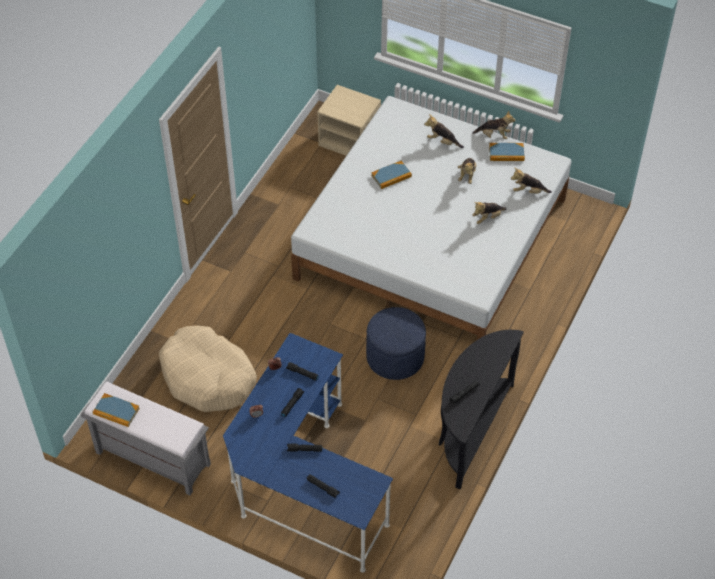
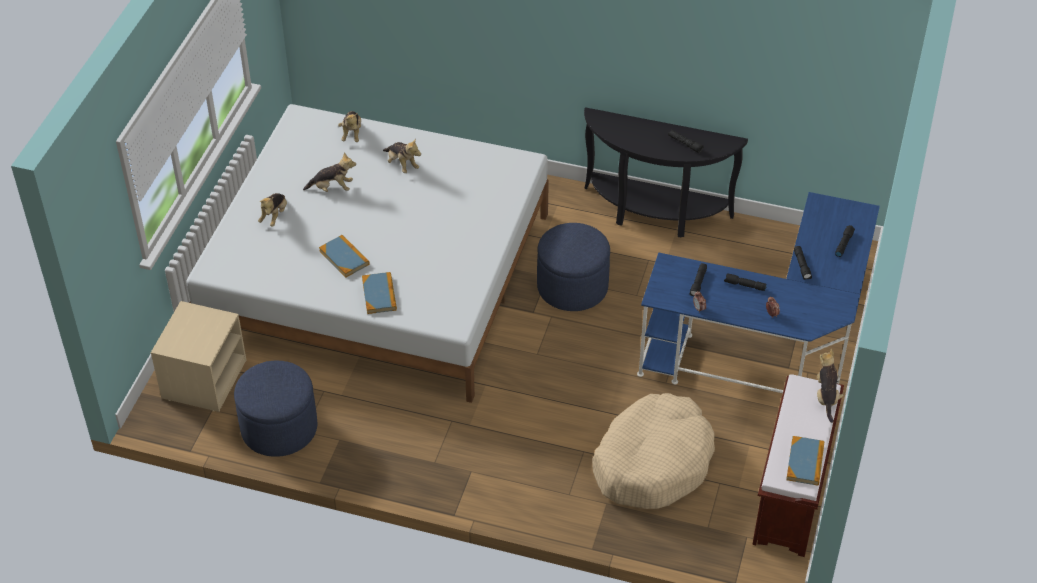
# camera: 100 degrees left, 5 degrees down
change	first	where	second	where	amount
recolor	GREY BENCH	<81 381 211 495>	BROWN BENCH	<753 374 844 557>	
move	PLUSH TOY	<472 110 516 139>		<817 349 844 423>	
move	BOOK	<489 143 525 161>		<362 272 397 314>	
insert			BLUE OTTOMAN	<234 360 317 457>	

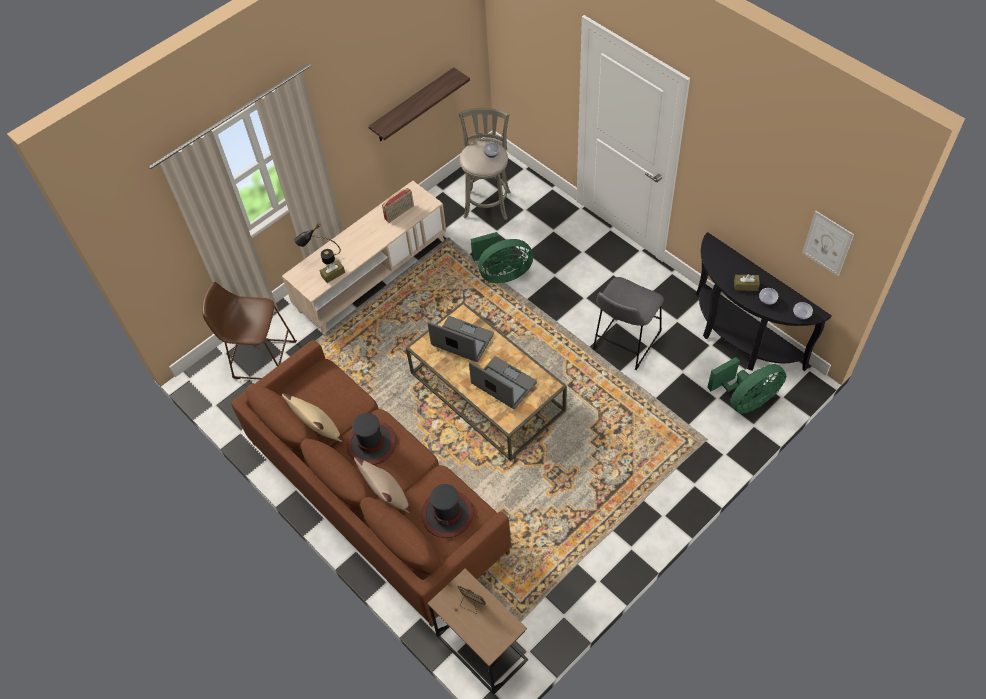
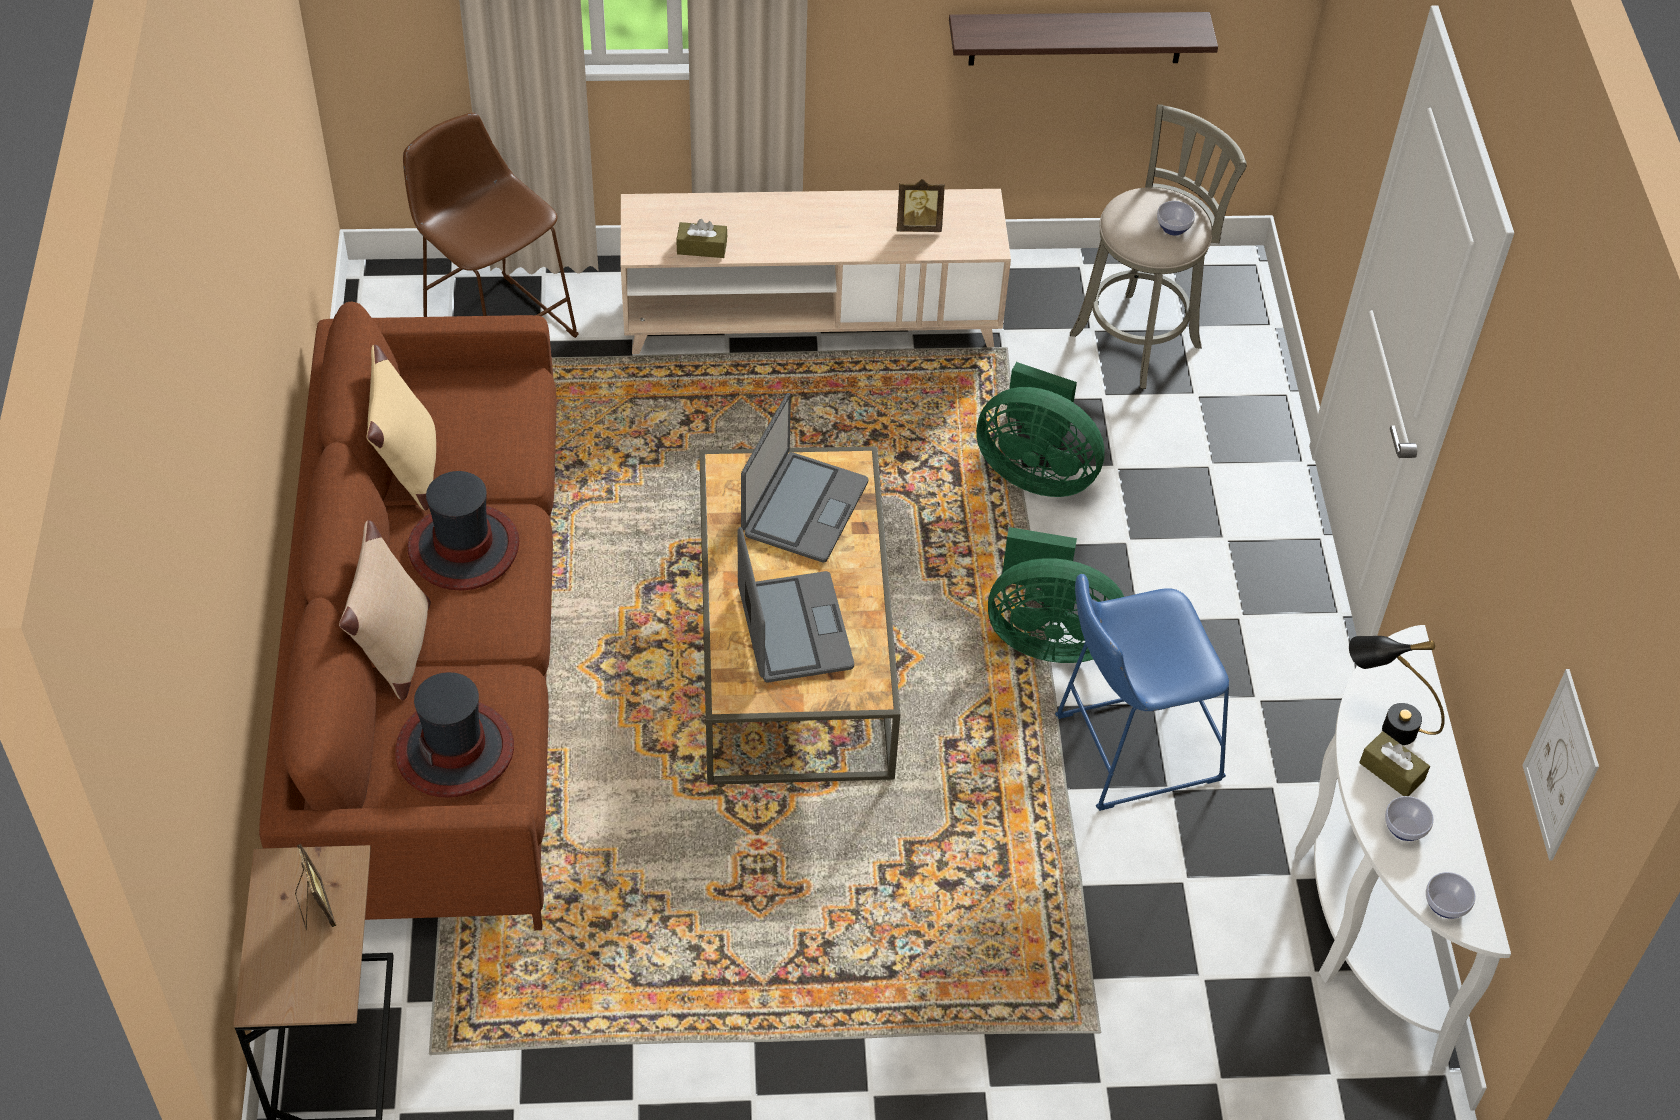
# camera: 35 degrees right, 5 degrees down
change	first	where	second	where	amount
move	BLACK TABLE LAMP	<294 223 341 264>		<1349 636 1445 745>	
replace	RADIO	<382 188 414 223>	PICTURE FRAME	<897 179 945 232>	
rotate	LAPTOP	<427 316 494 362>		<741 393 868 562>	45 degrees clockwise
recolor	GREY STOOL	<593 277 664 370>	BLUE STOOL	<1055 574 1229 811>	
recolor	BLACK CONSOLE TABLE	<696 232 832 371>	WHITE CONSOLE TABLE	<1295 625 1511 1067>	
move	GREEN FAN	<707 357 786 413>		<988 527 1124 663>	

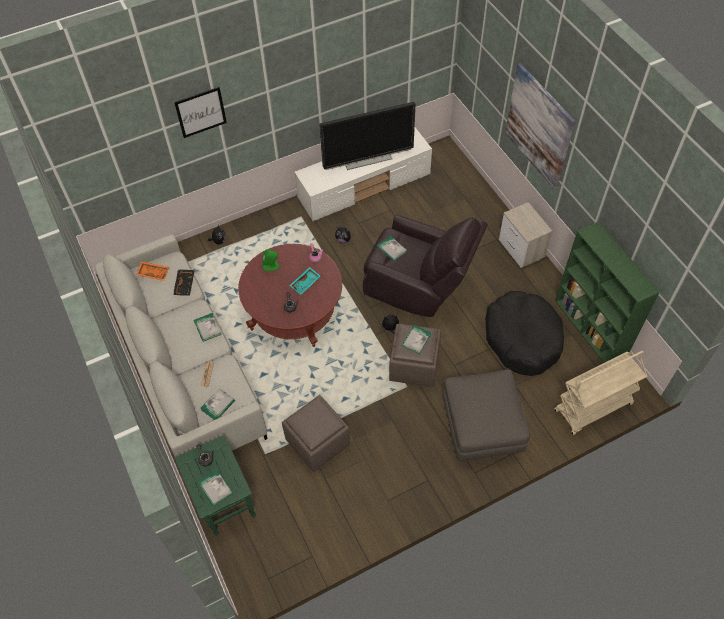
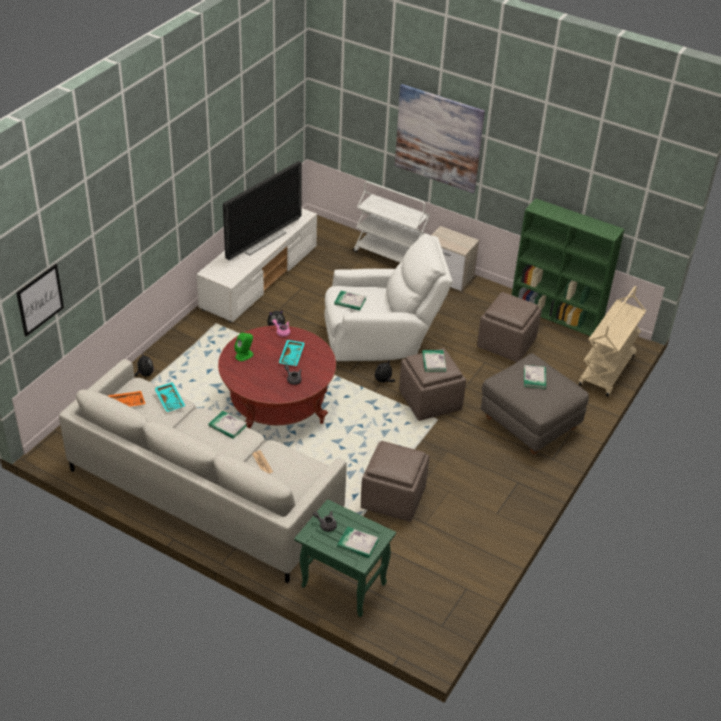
# camera: 35 degrees left, 15 degrees down
change	first	where	second	where	amount
recolor	BLACK TRAY	<173 269 195 296>	TURQUOISE TRAY	<154 382 185 412>	
move	PICTURE	<174 87 227 138>		<16 264 64 337>	
move	BOOK	<200 388 235 420>		<524 365 546 389>	
recolor	BROWN ARMCHAIR	<363 215 488 317>	WHITE ARMCHAIR	<324 234 453 361>	
replace	BLACK DOG BED	<485 291 564 376>	BROWN OTTOMAN	<477 292 542 362>	
insert			WHITE CART	<353 181 430 263>	

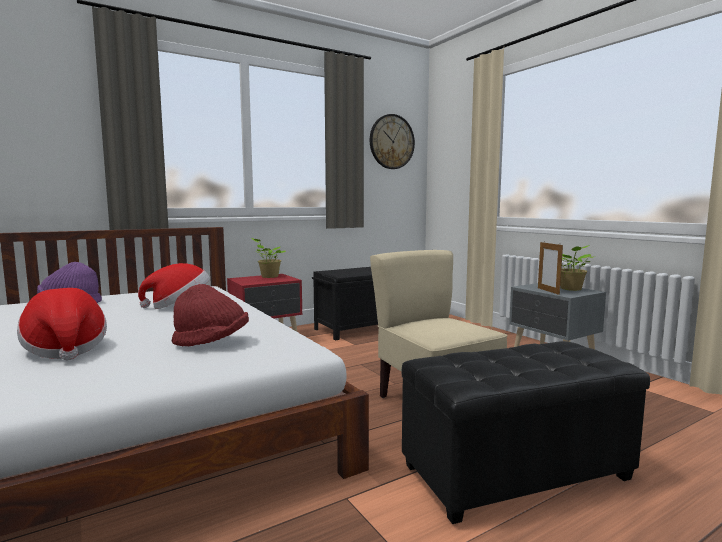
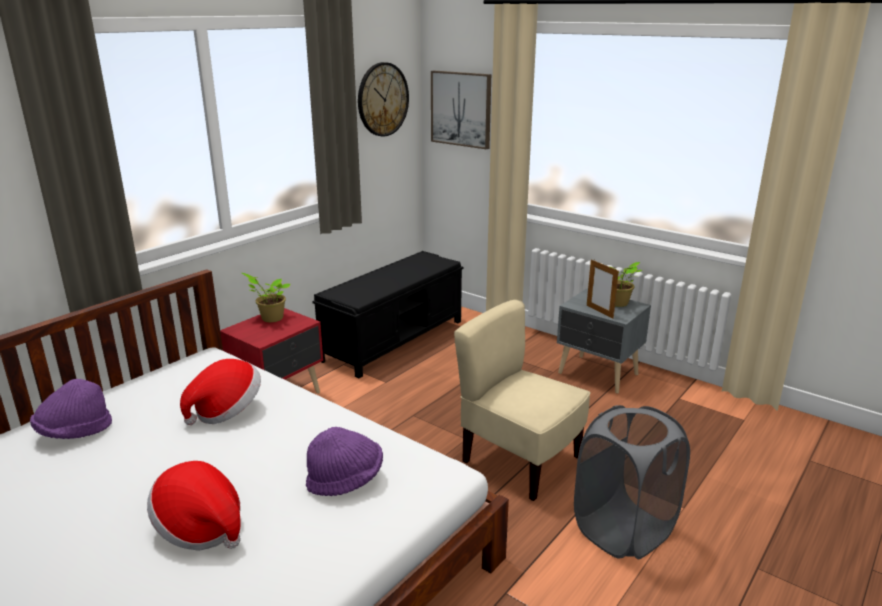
# camera: 20 degrees left, 15 degrees up
change	first	where	second	where	amount
recolor	RED HAT	<172 284 249 346>	PURPLE HAT	<306 427 383 496>	
replace	BLACK OTTOMAN	<402 341 650 524>	GREY LAUNDRY BASKET	<574 405 690 559>	
insert			PICTURE	<431 71 491 149>	

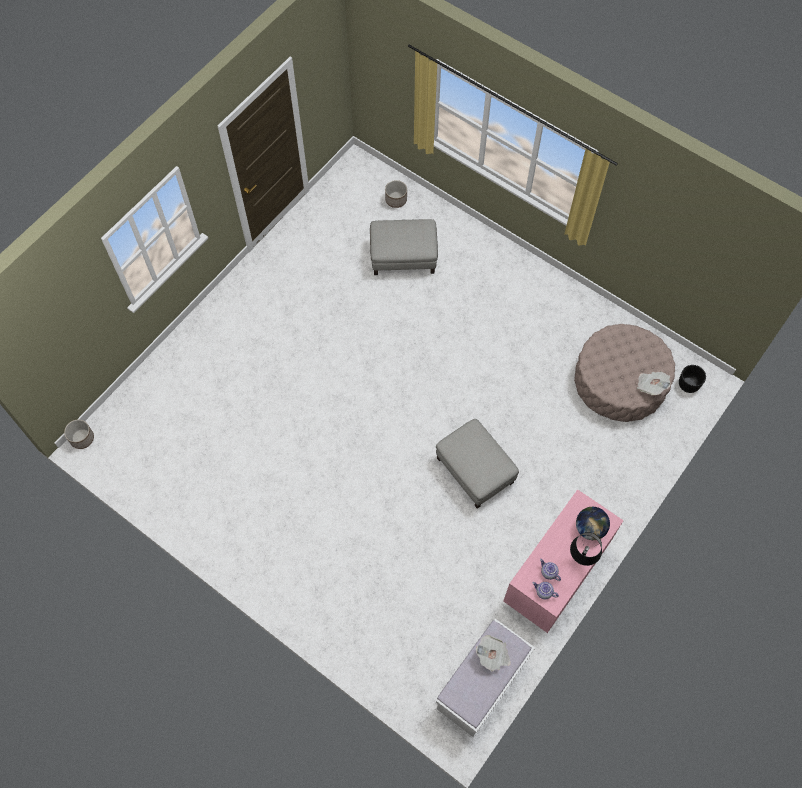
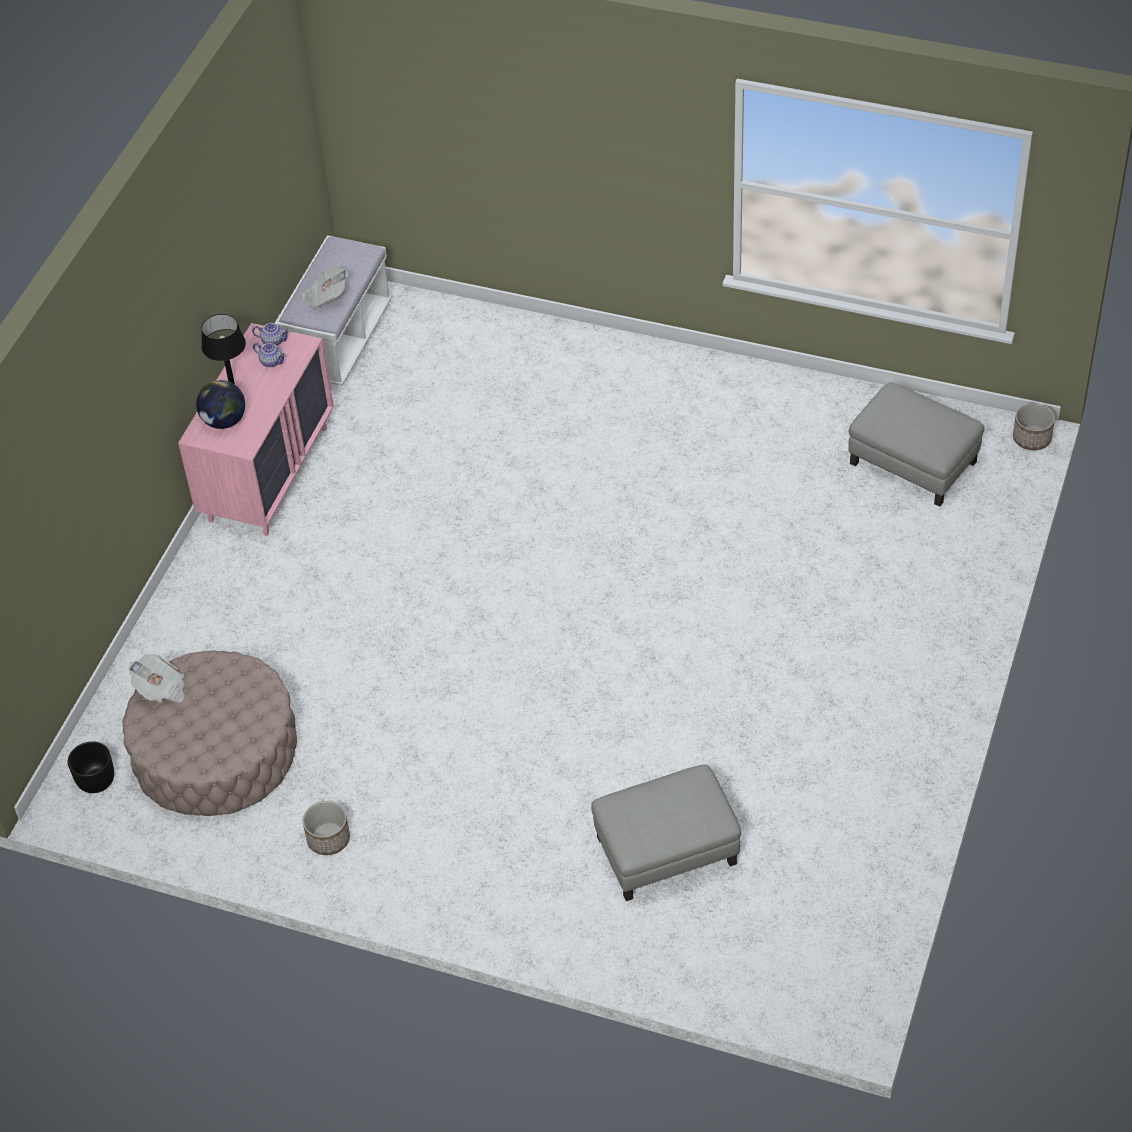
# camera: 165 degrees right, 15 degrees down
change	first	where	second	where	amount
move	PLANTER	<385 180 407 208>		<303 801 350 855>	
move	GREY OTTOMAN	<436 419 519 509>		<848 382 984 507>	

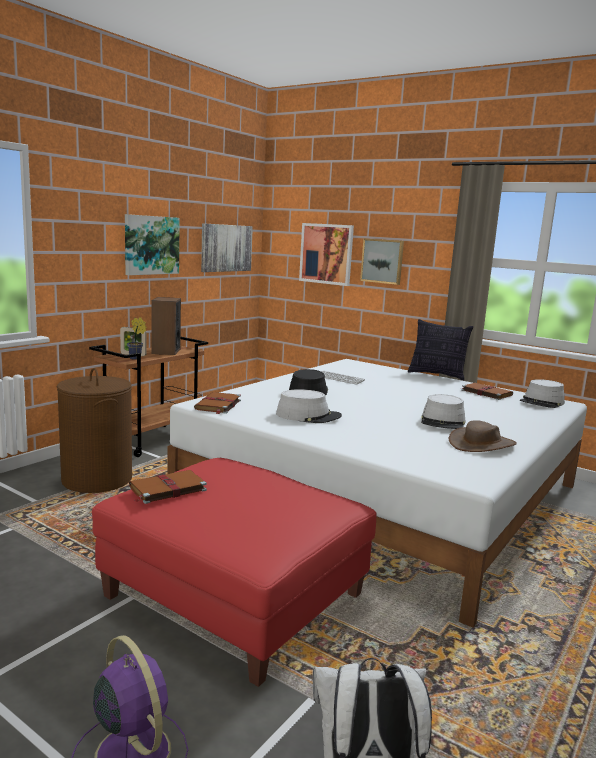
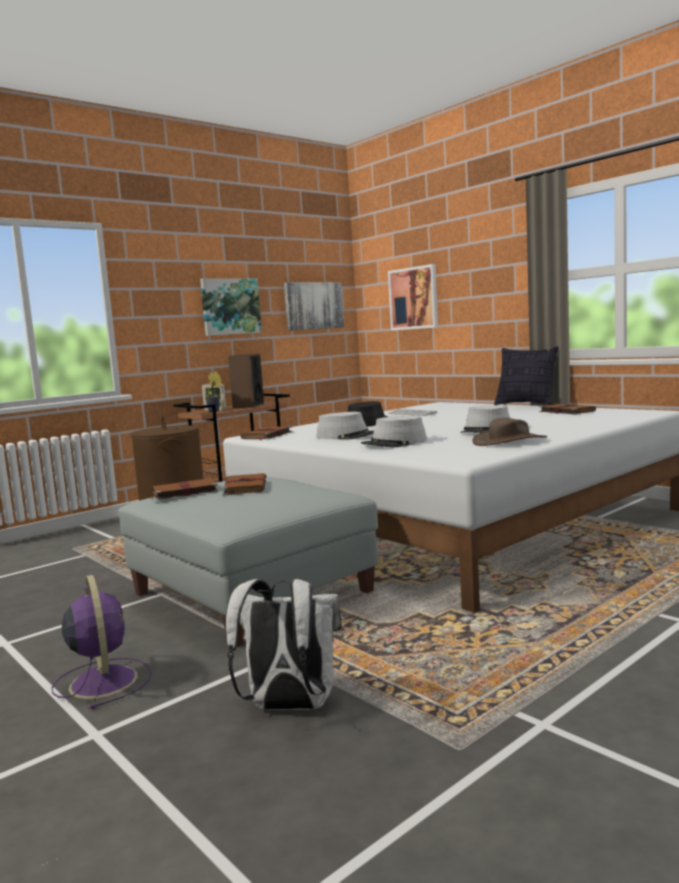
# camera: 15 degrees right, 5 degrees down
change	first	where	second	where	amount
recolor	RED OTTOMAN	<92 458 377 687>	GREY OTTOMAN	<118 477 378 647>	
delete	PICTURE	<360 238 404 285>			
move	GREY HAT	<520 379 565 408>		<361 416 427 447>	
insert			BROWN BOOK	<222 473 266 496>	

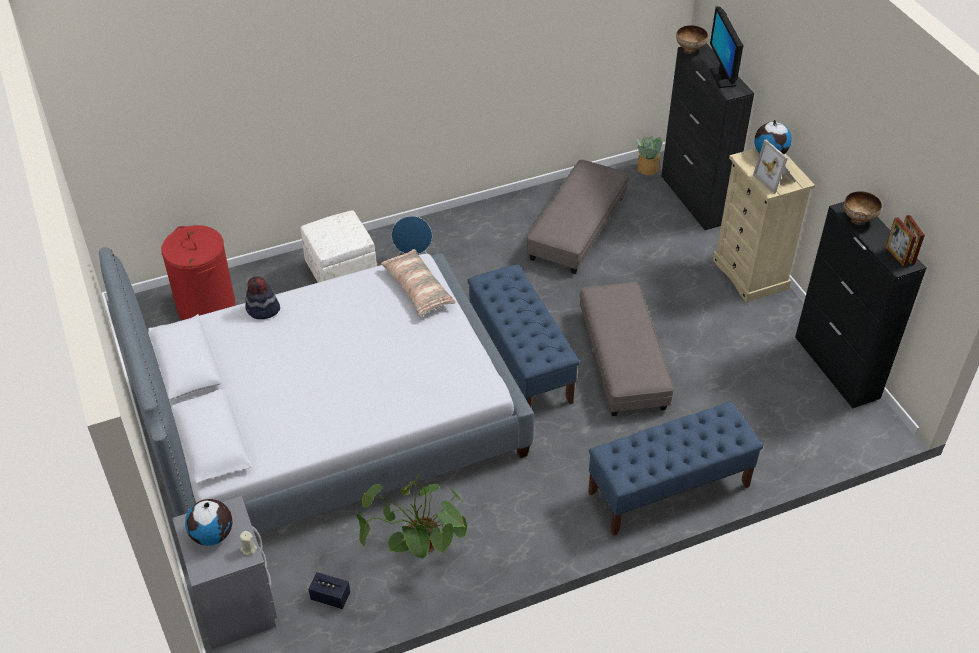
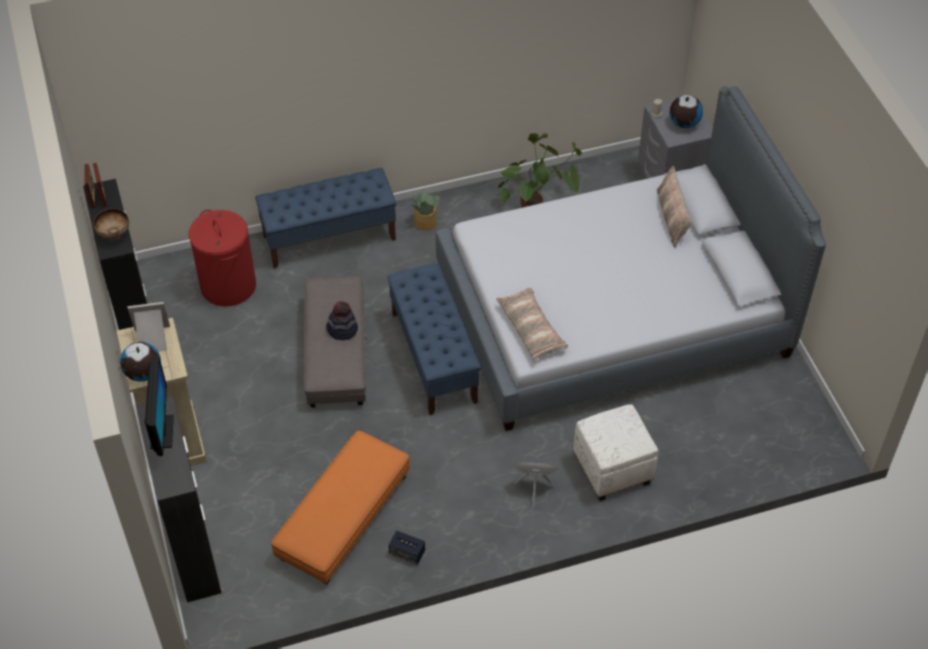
# camera: 175 degrees left, 5 degrees up
change	first	where	second	where	amount
move	RED LAUNDRY BASKET	<161 225 236 320>		<189 209 256 306>	
move	HAT	<245 276 280 319>		<326 301 358 340>	
move	SPEAKER	<308 572 350 609>		<389 531 425 565>	
recolor	GREY OTTOMAN	<527 160 629 274>	ORANGE OTTOMAN	<272 431 410 585>	
move	POTTED PLANT	<637 136 662 175>		<412 191 439 231>	
delete	BOWL	<676 25 708 54>			
rotate	PICTURE FRAME	<753 140 796 194>		<128 302 170 352>	75 degrees counterclockwise
insert			PILLOW	<657 166 691 248>	

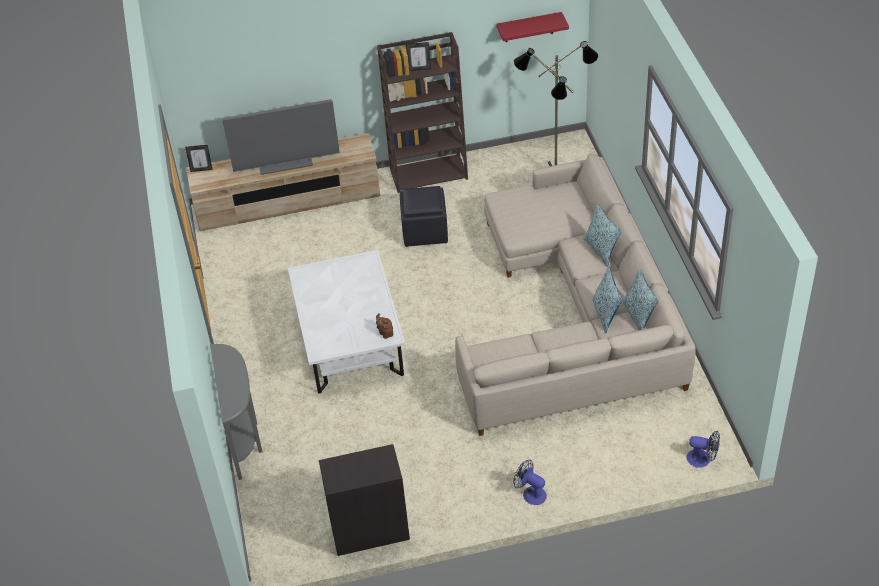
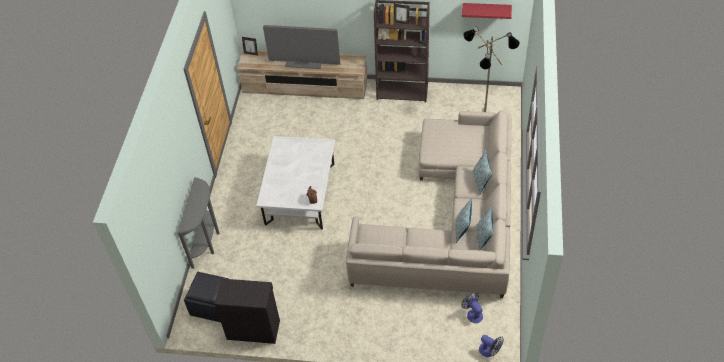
# camera: 20 degrees right, 5 degrees up
change	first	where	second	where	amount
move	BLACK OTTOMAN	<400 186 448 247>		<184 272 229 322>	
move	FAN	<513 460 547 505>		<462 292 483 323>	

